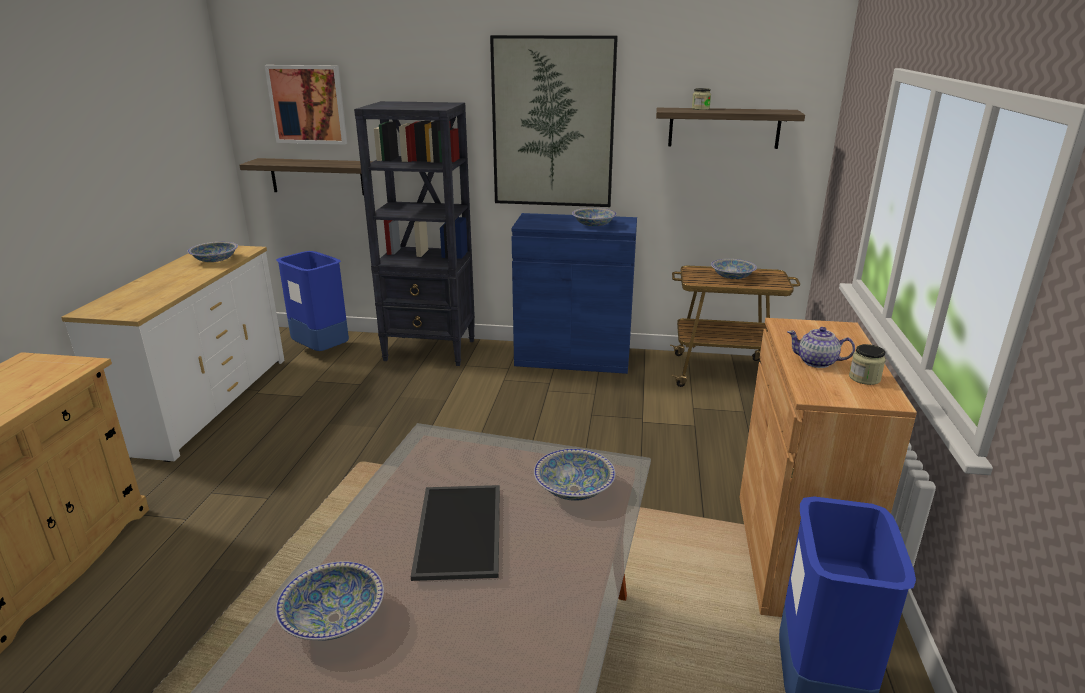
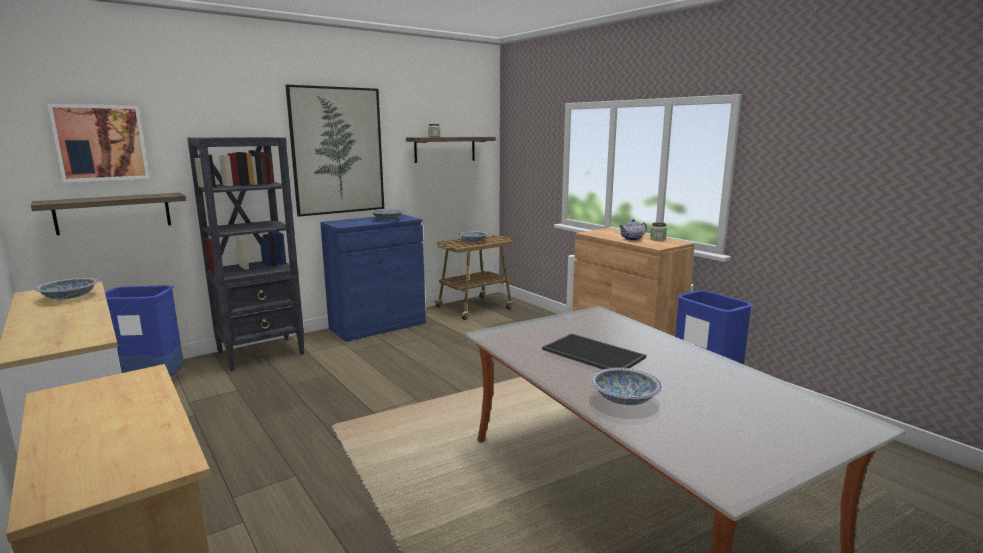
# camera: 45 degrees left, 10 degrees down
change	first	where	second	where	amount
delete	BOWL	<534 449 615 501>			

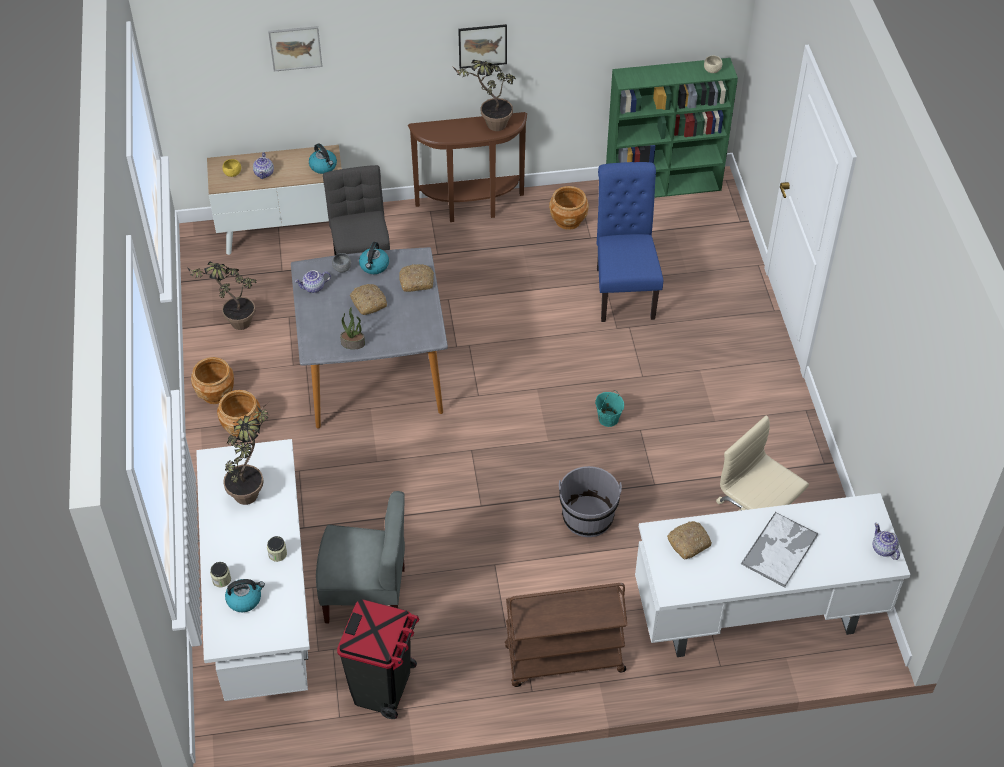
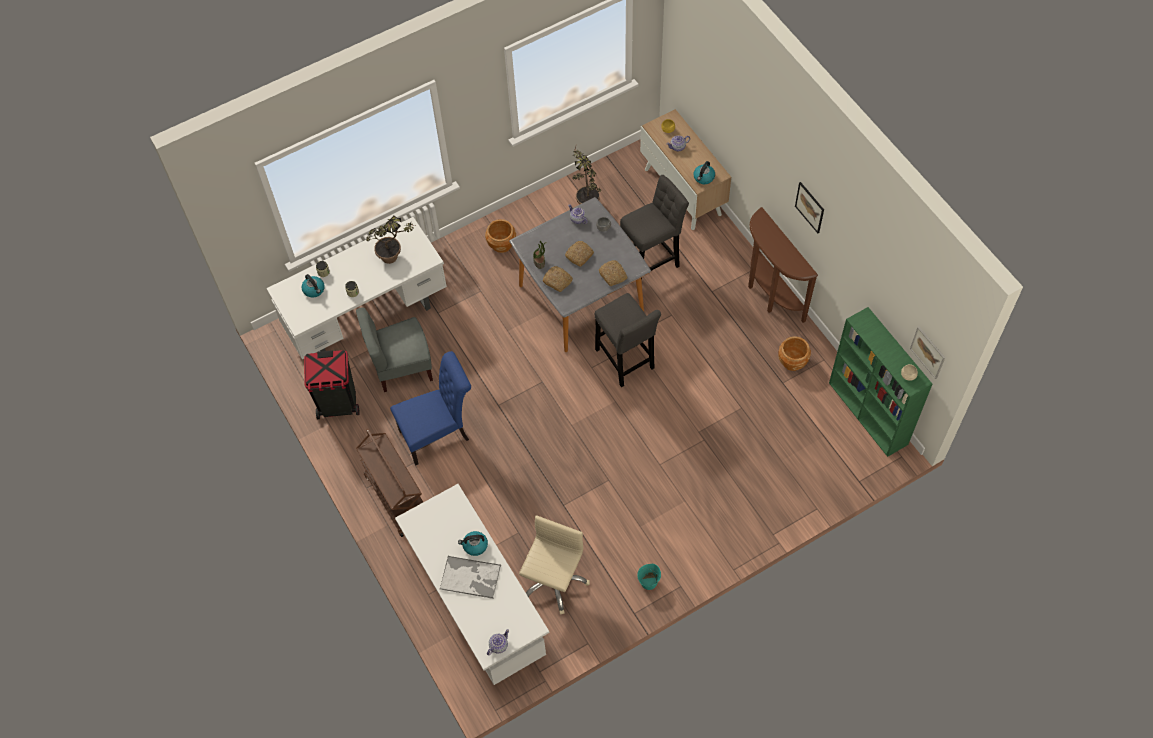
# camera: 70 degrees right, 10 degrees up
change	first	where	second	where	amount
delete	BROWN PLANTER	<191 357 234 404>			
move	PICTURE	<268 26 323 71>		<910 327 945 379>	
rotate	GREY CHAIR	<316 491 405 623>		<356 308 433 392>	90 degrees clockwise
move	KETTLE	<359 242 389 274>		<458 531 488 556>	
delete	POTTED PLANT	<451 60 516 131>			
delete	GREY BUCKET	<559 466 622 537>			
move	TURQUOISE BUCKET	<595 390 624 427>		<637 564 661 590>	
move	BLUE CHAIR	<597 162 663 322>		<390 351 471 466>	
move	BREAD	<667 521 712 559>		<542 266 573 292>	
insert			GREY STOOL	<595 293 661 387>	

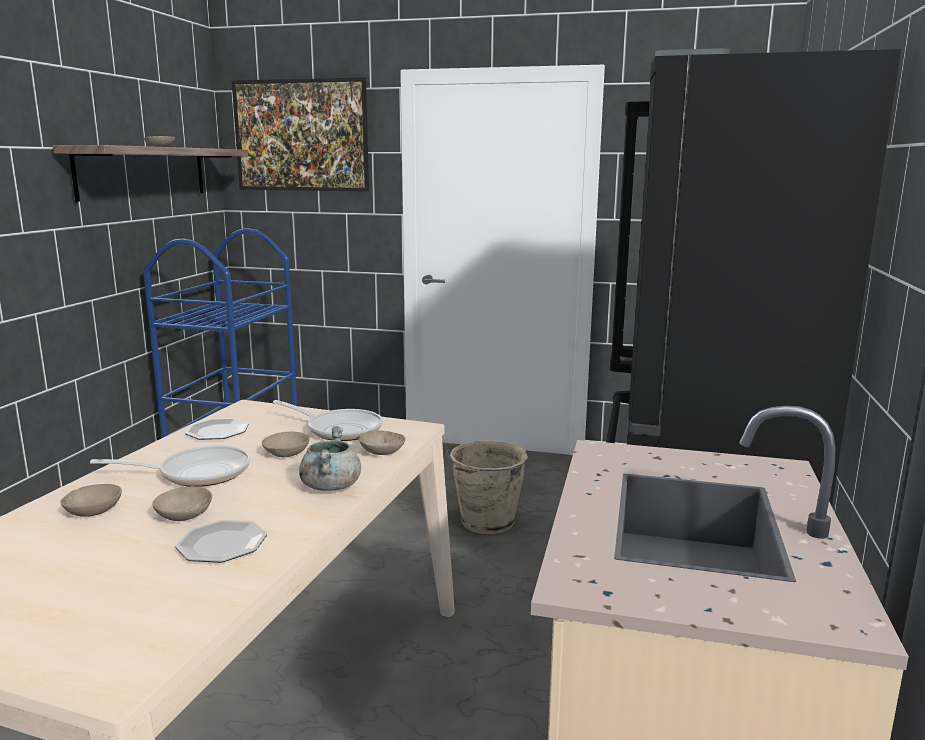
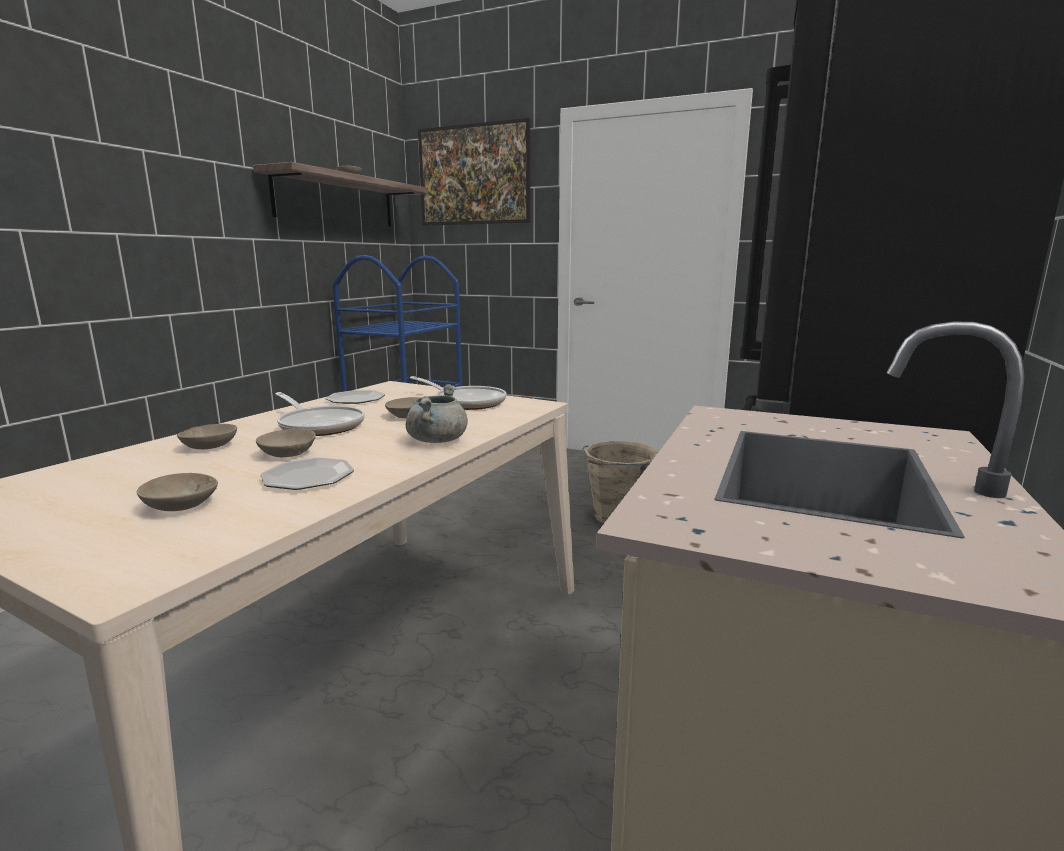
# camera: 10 degrees right, 0 degrees up
change	first	where	second	where	amount
rotate	FRYING PAN	<90 445 250 487>		<275 392 365 436>	45 degrees clockwise
move	BEIGE BOWL	<359 431 406 455>		<137 473 218 511>	

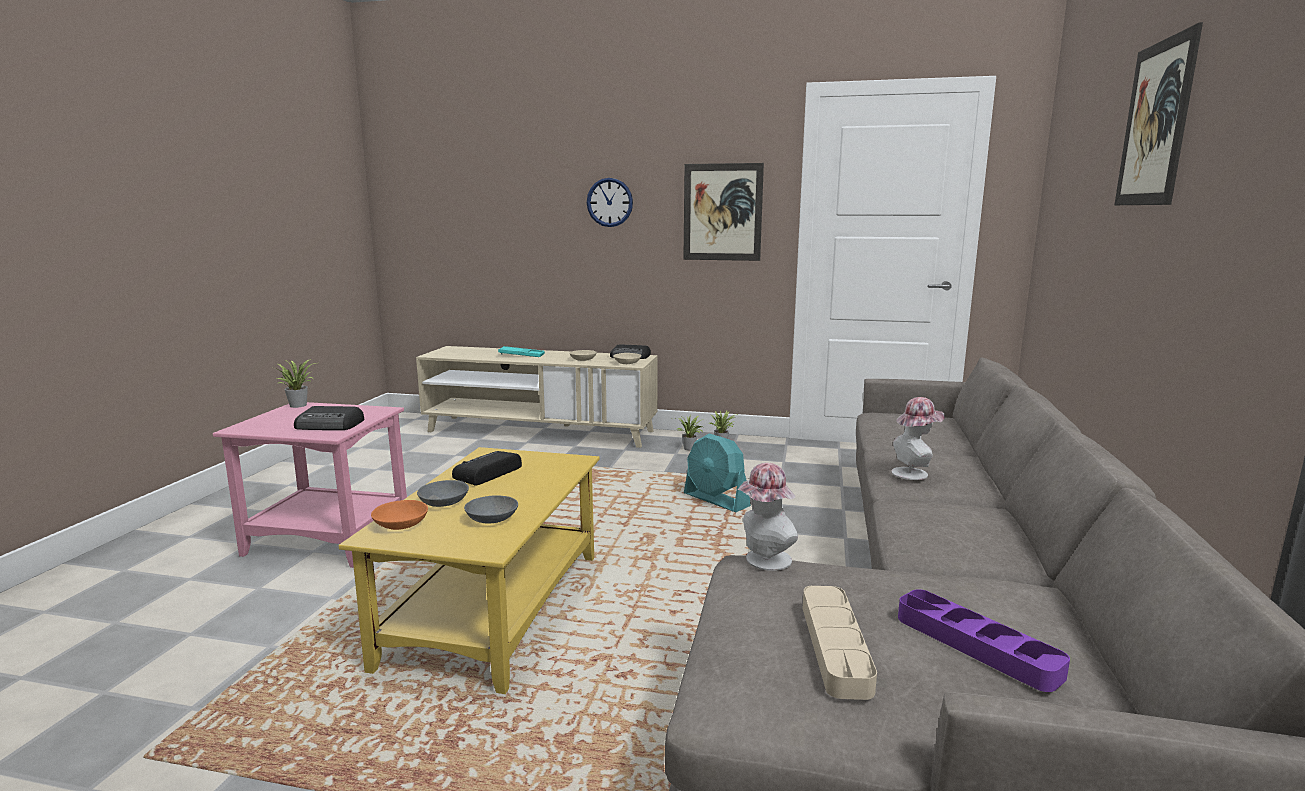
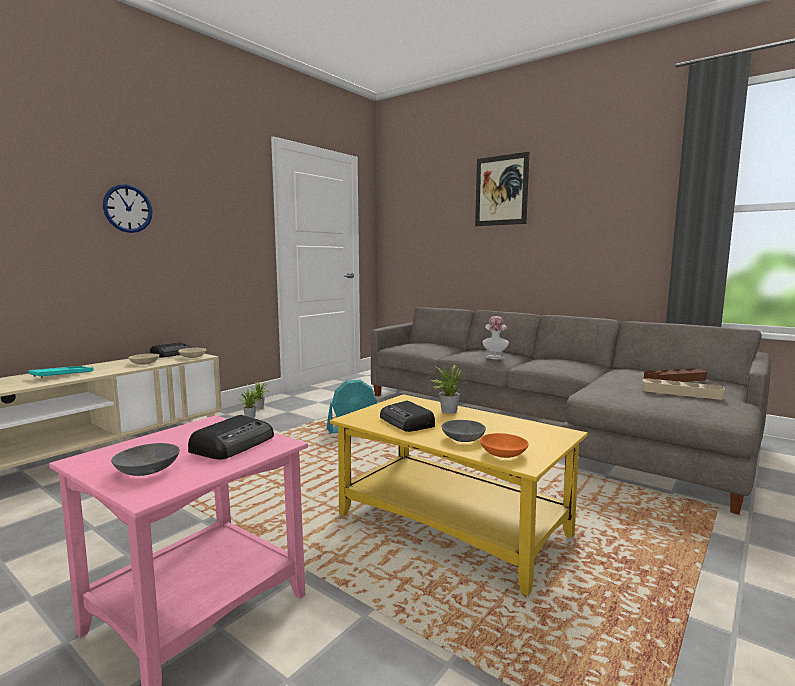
# camera: 65 degrees left, 5 degrees down
change	first	where	second	where	amount
move	POTTED PLANT	<275 359 315 408>		<429 365 466 414>	
move	GREY BOWL	<464 496 518 523>		<111 443 180 476>	
delete	PICTURE	<683 163 764 261>			
delete	HAT	<738 463 798 571>			
recolor	PURPLE TRAY	<898 589 1070 692>	BROWN TRAY	<644 368 707 382>	

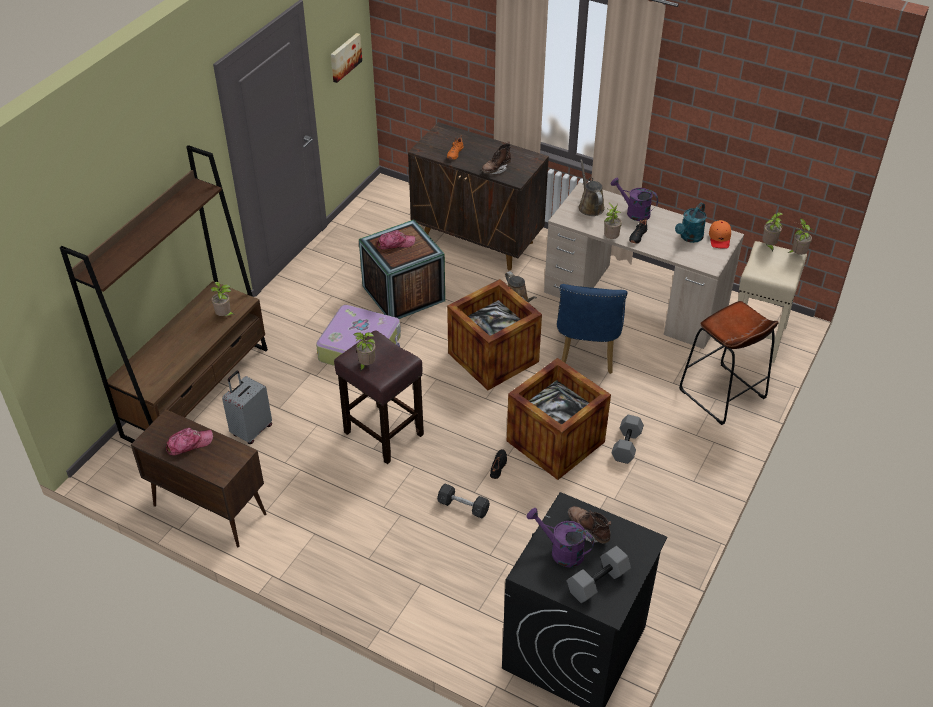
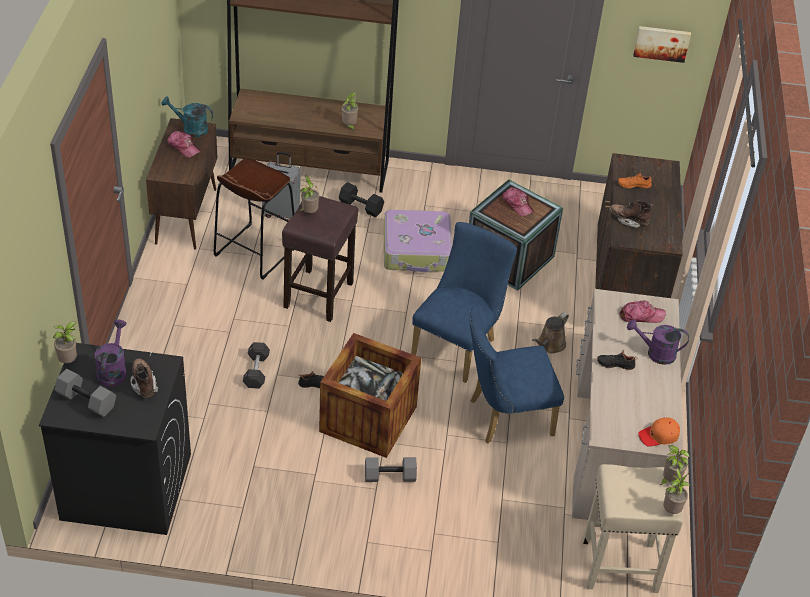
# camera: 65 degrees right, 0 degrees up
change	first	where	second	where	amount
replace	CRATE	<447 279 542 390>	BLUE CHAIR	<411 222 517 383>	
rotate	BROWN BOOT	<568 506 611 544>		<130 358 158 398>	45 degrees counterclockwise
replace	BROWN WATERING CAN	<579 159 605 216>	CAP	<619 301 666 323>	
move	POTTED PLANT	<604 203 622 239>		<53 321 78 363>	
rotate	PURPLE WATERING CAN	<611 178 658 221>		<627 319 689 365>	90 degrees counterclockwise
move	TURQUOISE WATERING CAN	<675 203 707 243>		<161 96 213 137>	
move	BROWN STOOL	<679 301 779 425>		<214 158 295 280>	
insert			BLACK DUMBBELL	<339 182 384 217>	

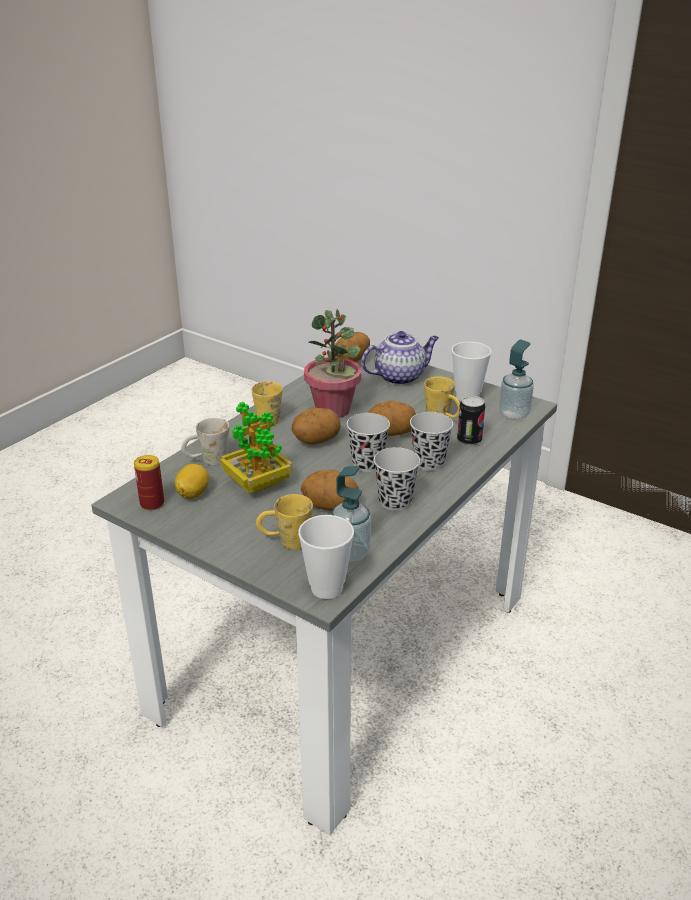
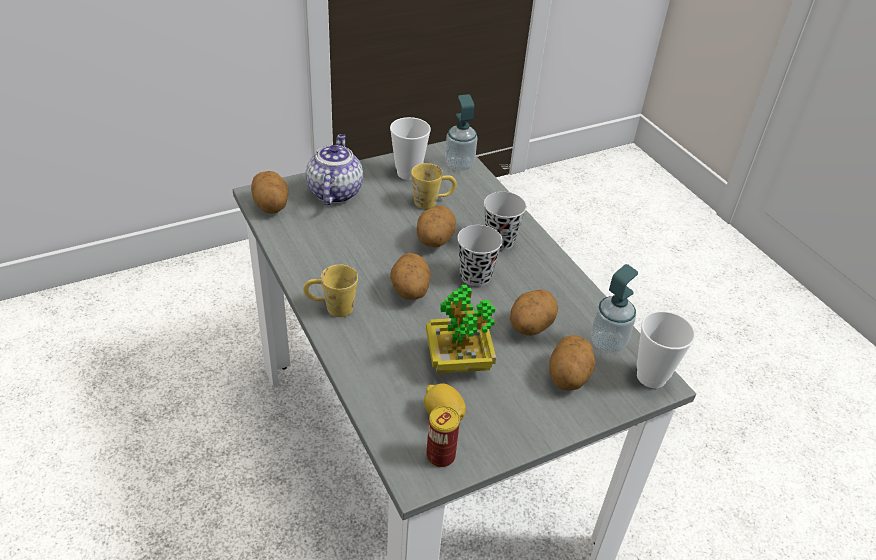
# camera: 65 degrees left, 10 degrees up
change	first	where	second	where	amount
delete	WHITE MUG	<181 418 230 466>			
replace	YELLOW MUG	<256 494 313 550>	POTATO	<549 335 596 390>	
delete	POTTED PLANT	<304 309 361 418>			
delete	BLACK CUP	<374 447 420 511>			
delete	CAN	<457 395 485 446>			

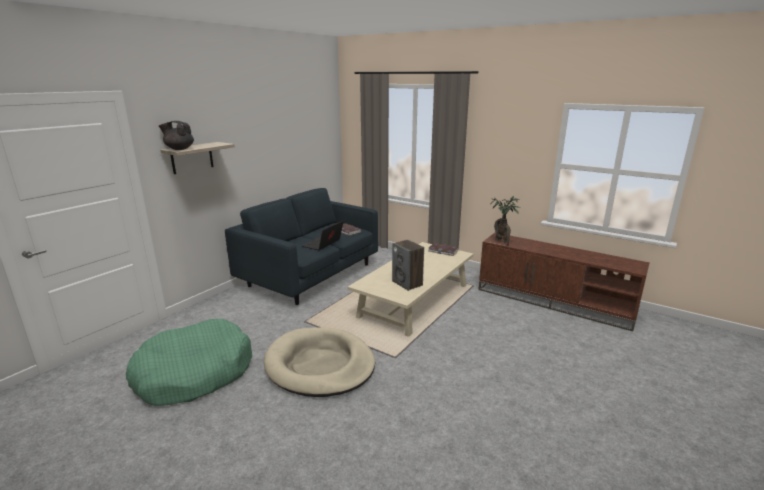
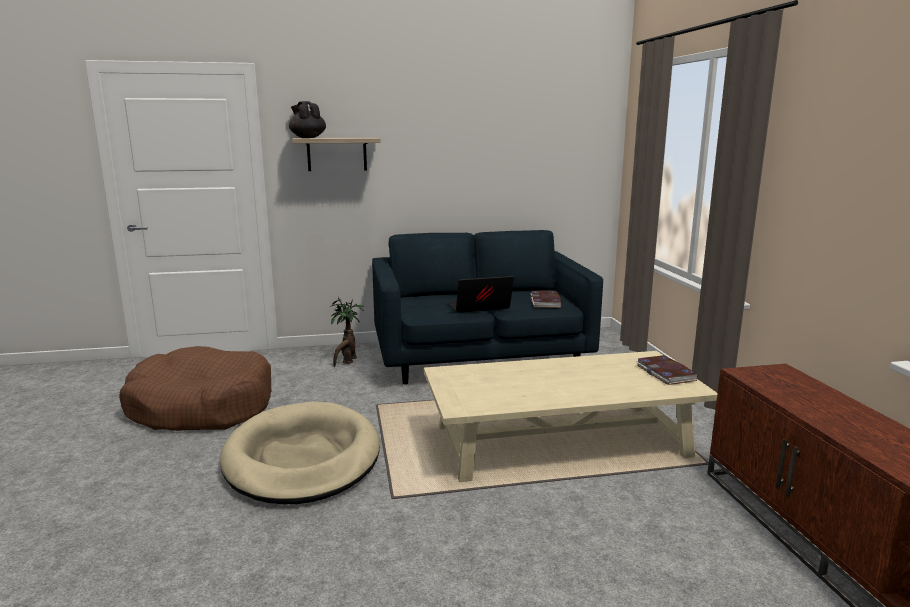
# camera: 45 degrees right, 5 degrees down
change	first	where	second	where	amount
recolor	GREEN DOG BED	<126 319 253 406>	BROWN DOG BED	<119 346 271 431>	
delete	SPEAKER	<392 240 424 291>			
move	POTTED PLANT	<490 196 520 246>		<330 297 364 367>	

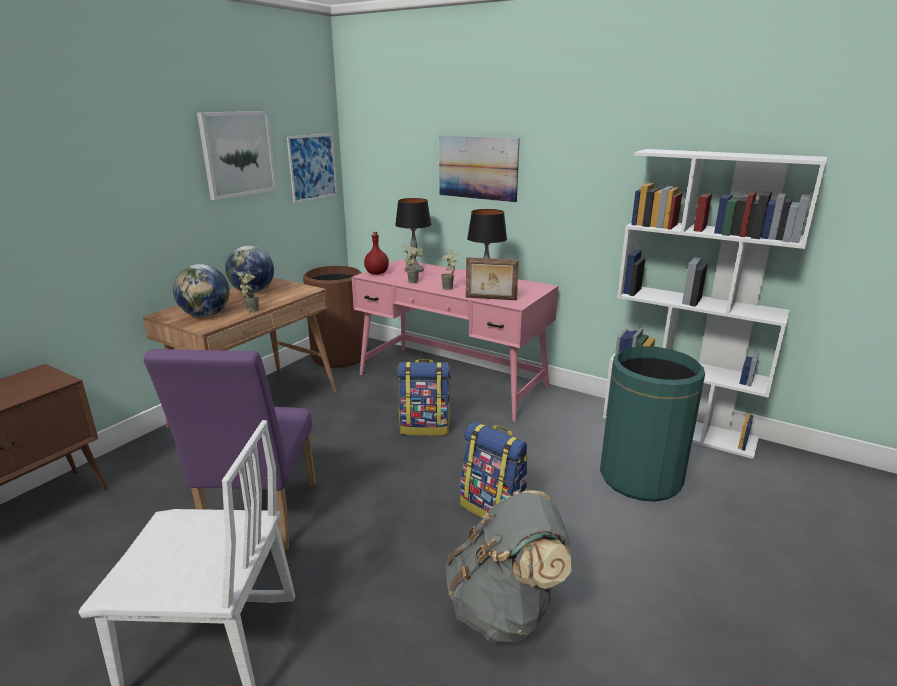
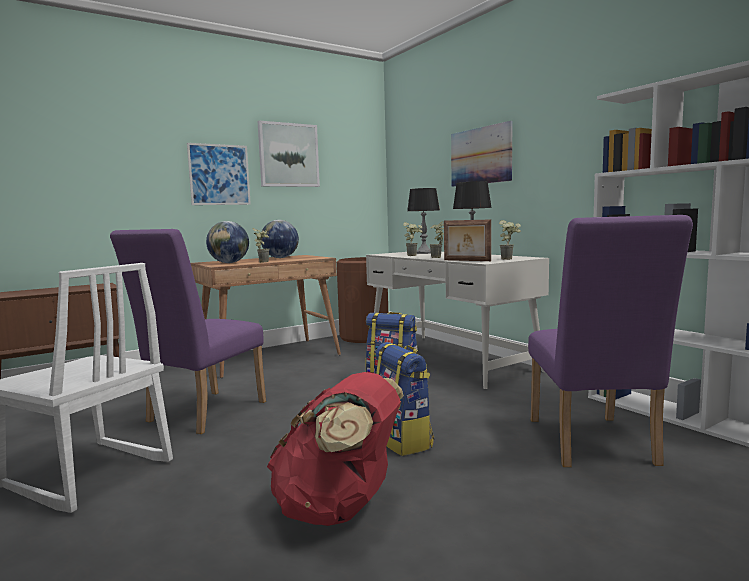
# camera: 25 degrees right, 15 degrees down
change	first	where	second	where	amount
move	PICTURE	<287 133 337 203>		<187 143 251 205>	
recolor	PINK DESK	<352 259 558 421>	WHITE DESK	<366 252 549 389>	
delete	RED BOTTLE	<364 231 389 275>			
recolor	GREY BACKPACK	<446 490 572 642>	RED BACKPACK	<267 372 404 526>	
replace	GREEN TRASH CAN	<600 346 705 502>	PURPLE CHAIR	<528 215 693 467>	
insert			POTTED PLANT	<499 220 521 260>	

